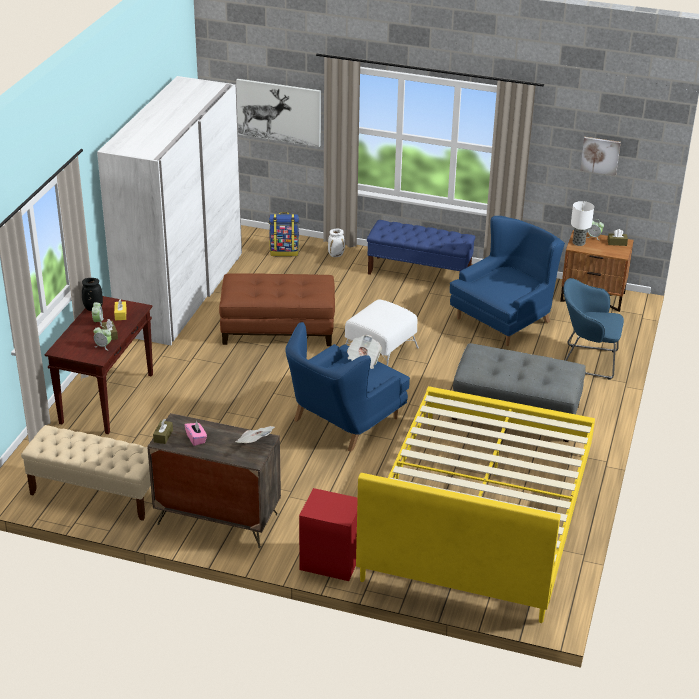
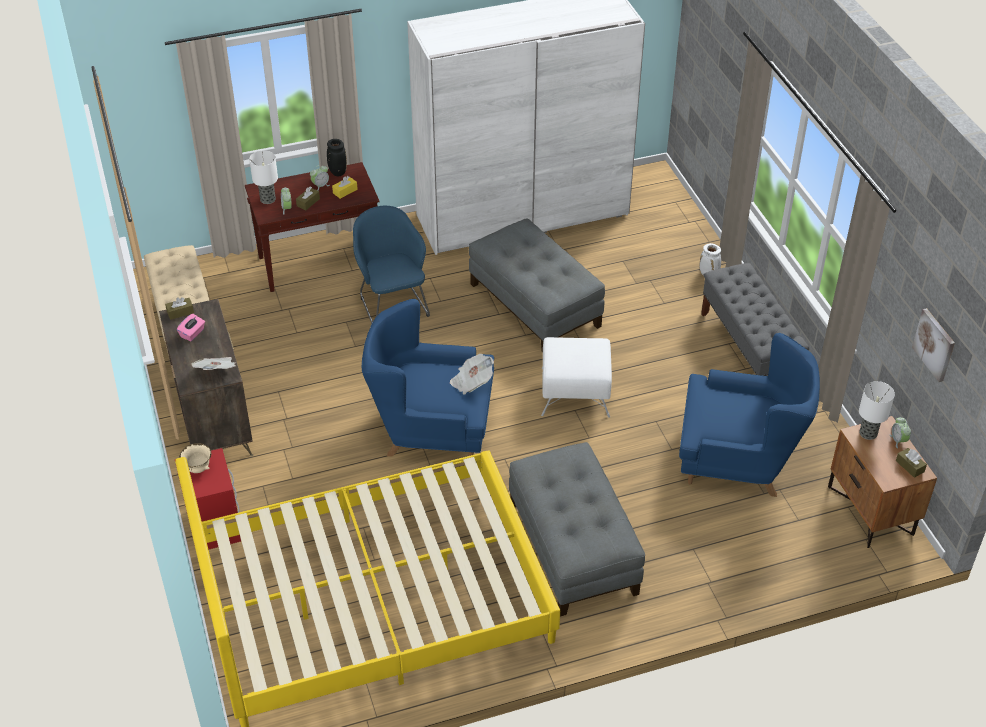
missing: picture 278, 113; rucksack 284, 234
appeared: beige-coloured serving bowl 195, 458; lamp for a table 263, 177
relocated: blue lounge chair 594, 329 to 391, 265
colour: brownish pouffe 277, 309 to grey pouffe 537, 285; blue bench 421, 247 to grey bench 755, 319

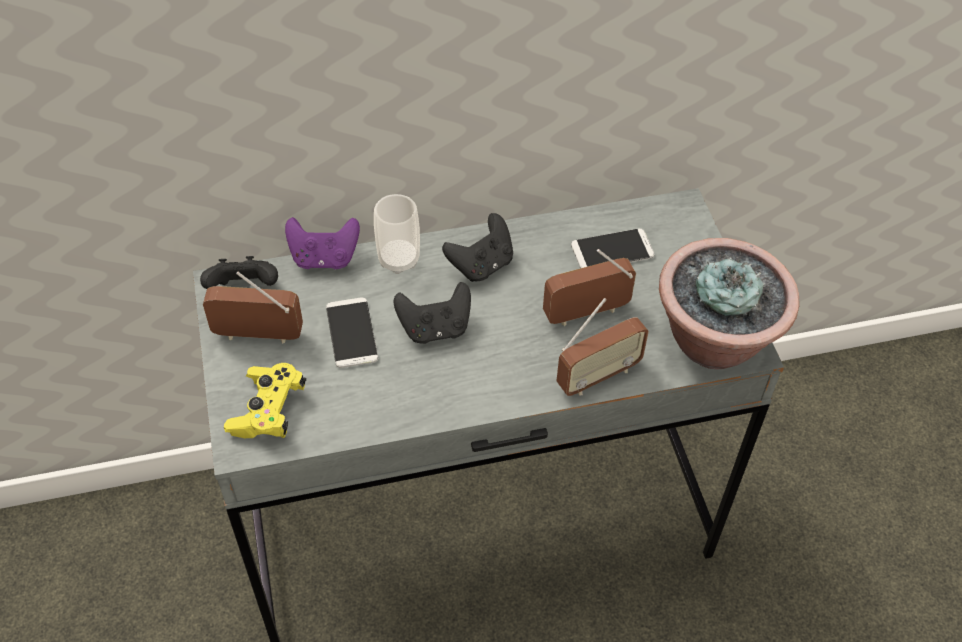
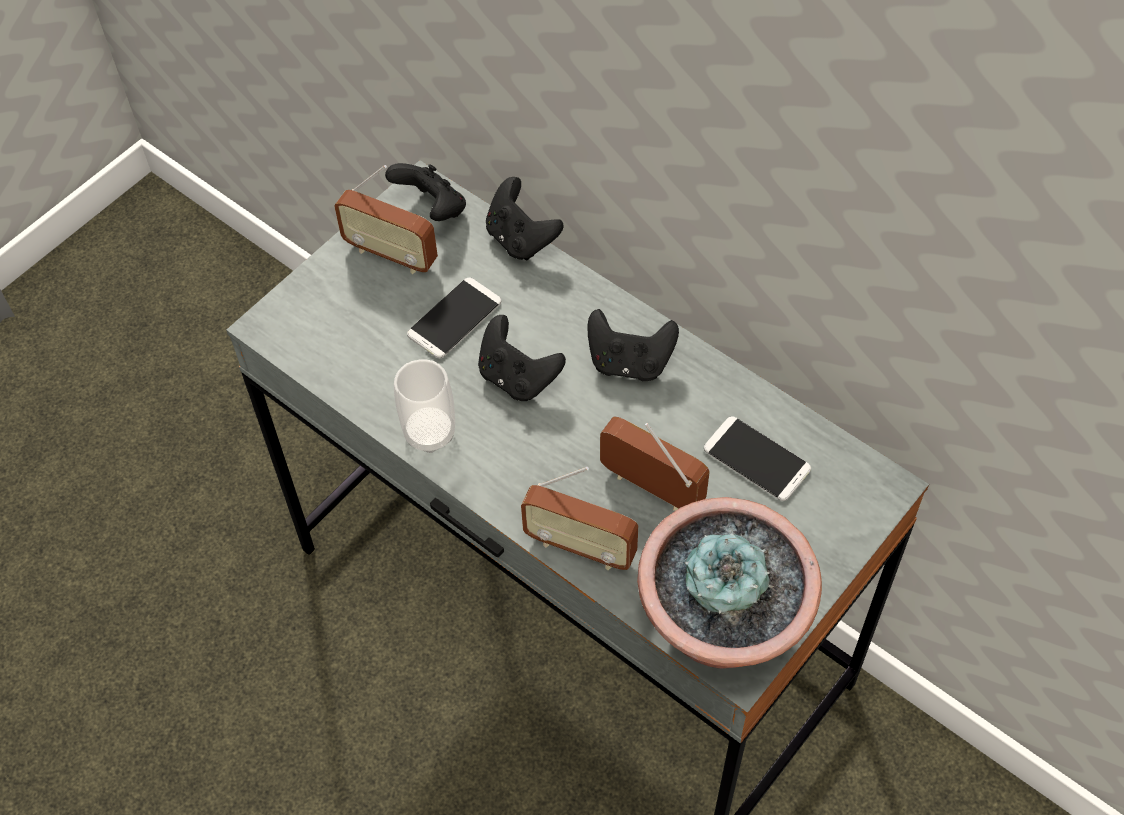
missing: yellow game controller 265, 400
relocated: small cup 397, 234 to 424, 406
colour: purple game controller 322, 243 to black-coloured game controller 524, 218
spun: radio set 253, 308 = 386, 219 150 degrees clockwise

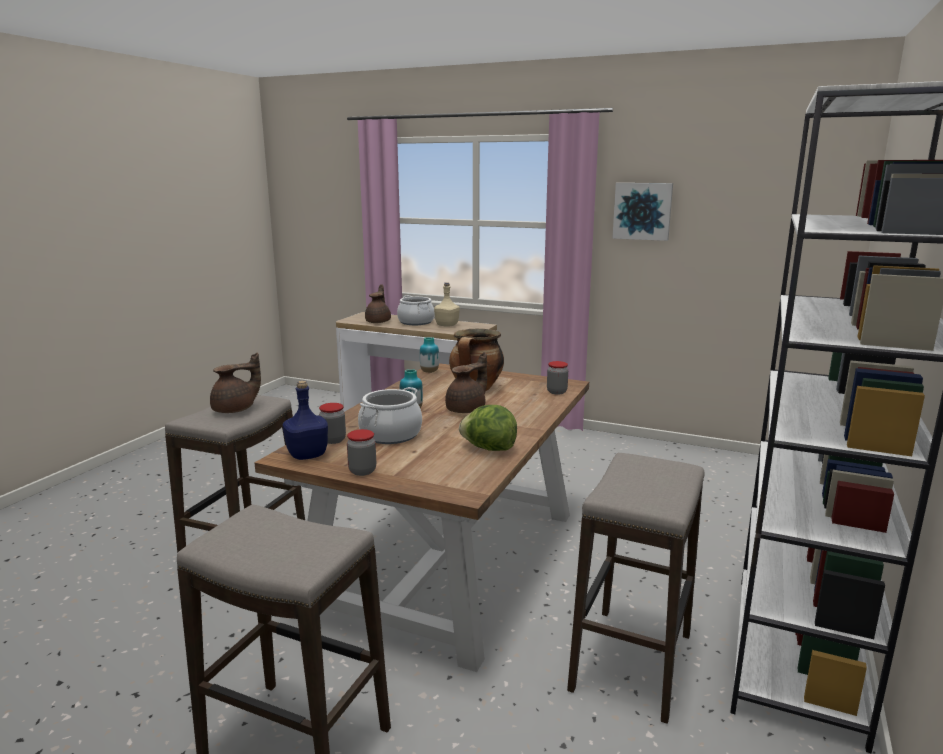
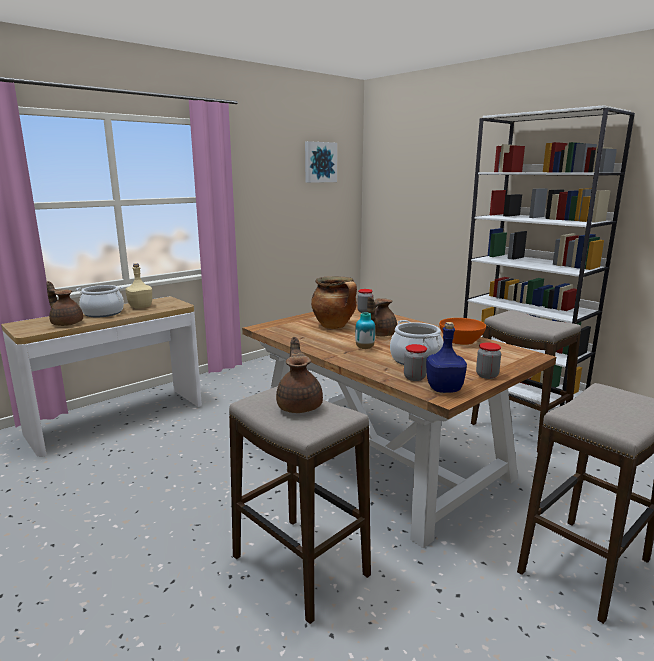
missing: flower vase 429, 355
relocated: picture 642, 212 to 321, 162
exchanged: lettuce 488, 428 to orange-coloured serving bowl 462, 331
spun: brownish teapot 466, 382 = 382, 316 120 degrees counterclockwise

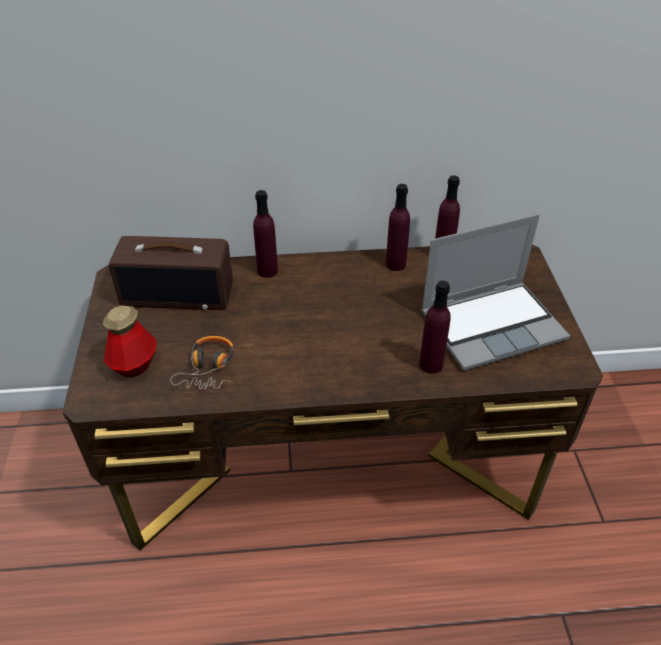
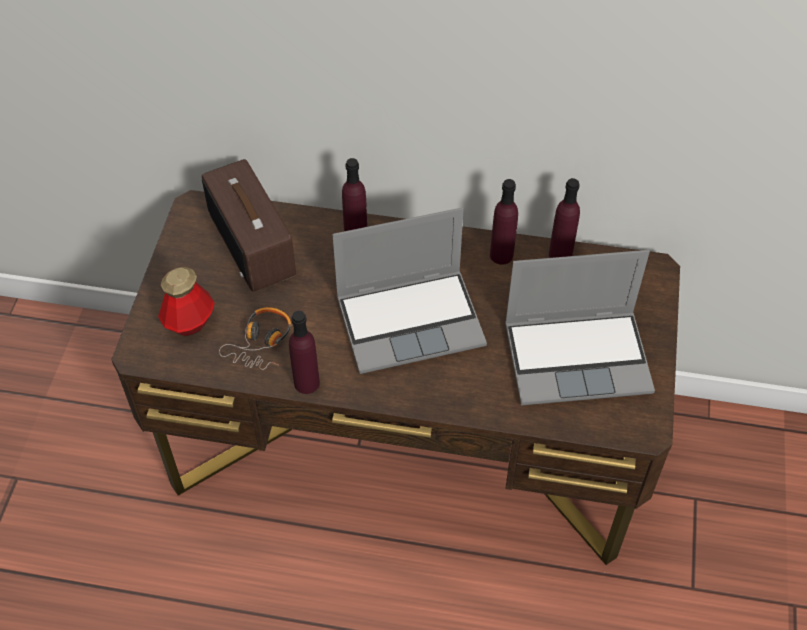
appeared: portable computer 409, 291
relocated: purple bottle 434, 327 to 304, 352
spun: radio set 171, 273 = 249, 225 45 degrees clockwise

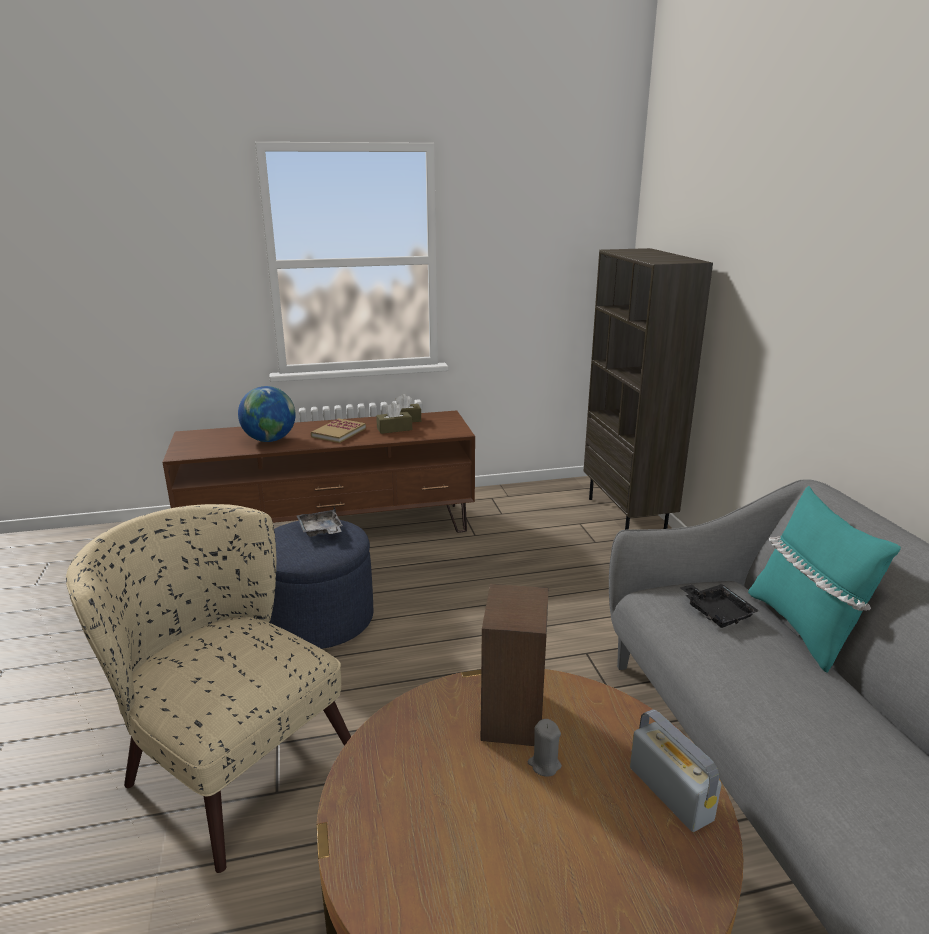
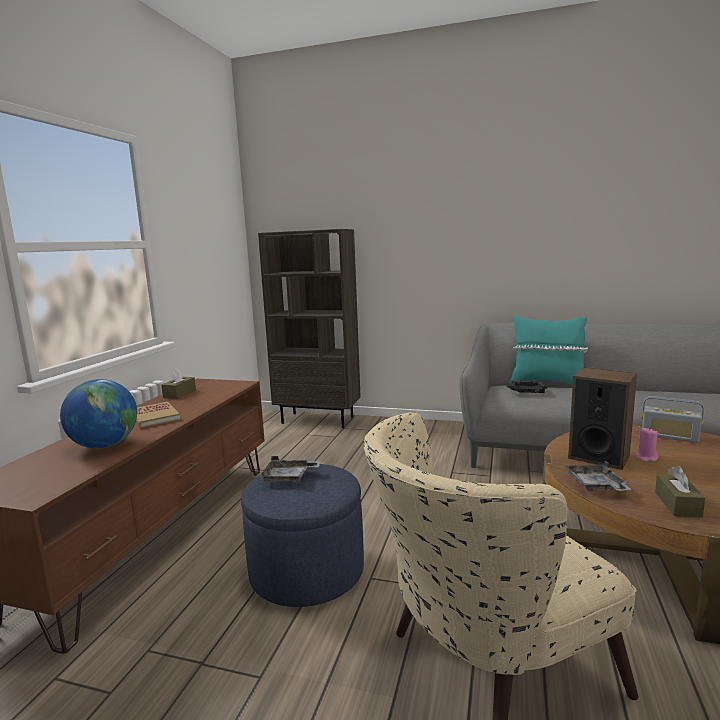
appeared: grey carrying tray 598, 476
relocated: brownish box of tissues 394, 418 to 680, 492
colour: grey wax candle 544, 748 to pink wax candle 647, 444
spun: radio set 676, 770 = 673, 419 150 degrees counterclockwise

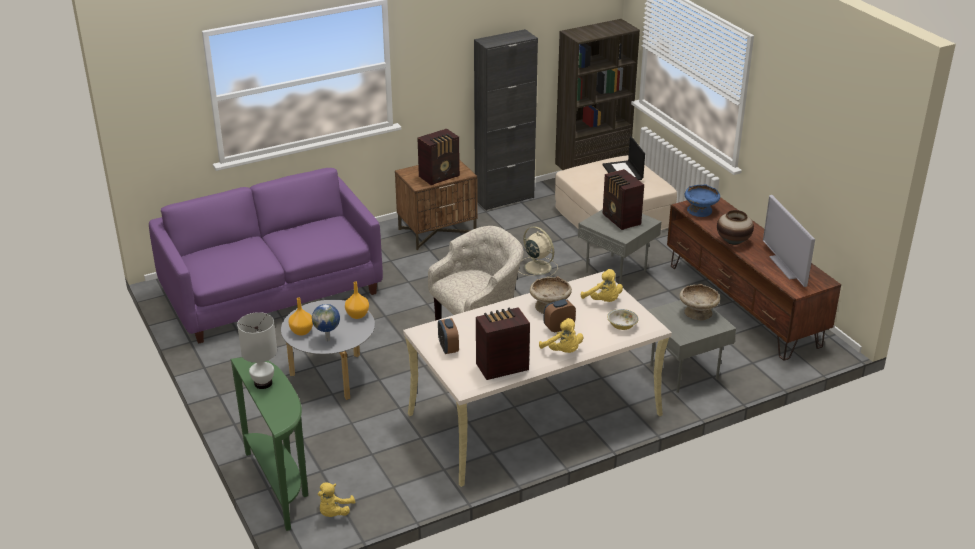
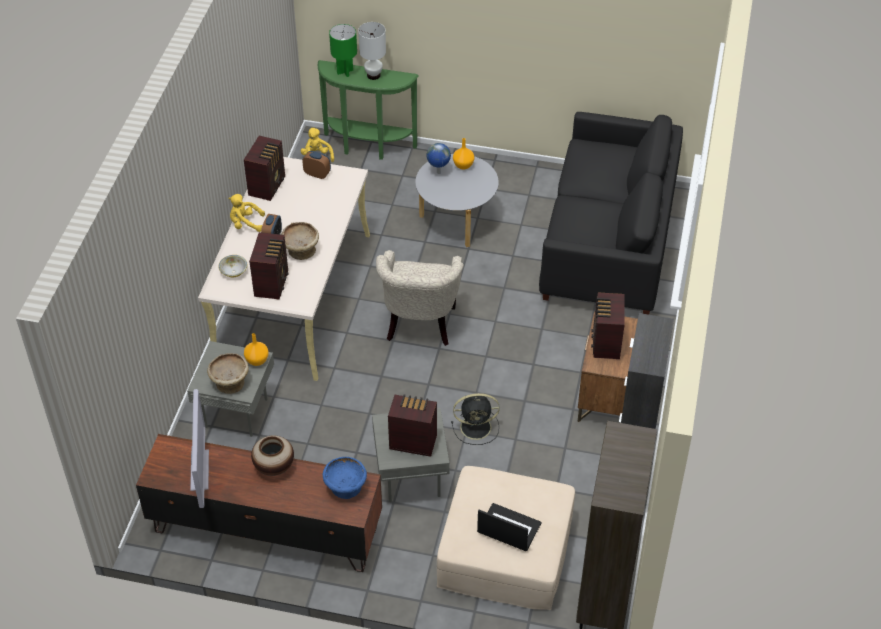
appeared: green-coloured lamp for a table 343, 50
relocated: orange-coloured flower vase 357, 300 to 256, 349
exchanged: yellow plush toy 602, 285 to radio set 269, 266
colour: purple settee 266, 256 to black-coloured settee 611, 213; beige-coloured electric fan 538, 251 to black-coloured electric fan 475, 419
spun: TV set 789, 241 = 199, 448 60 degrees clockwise

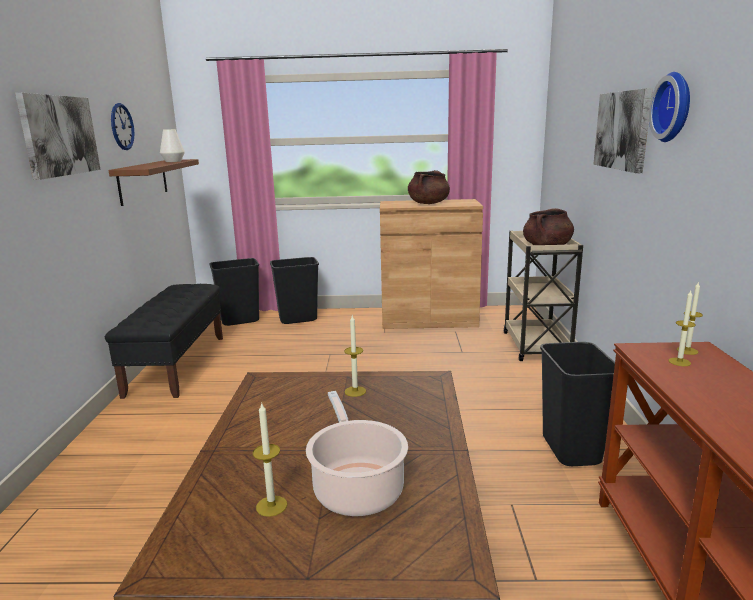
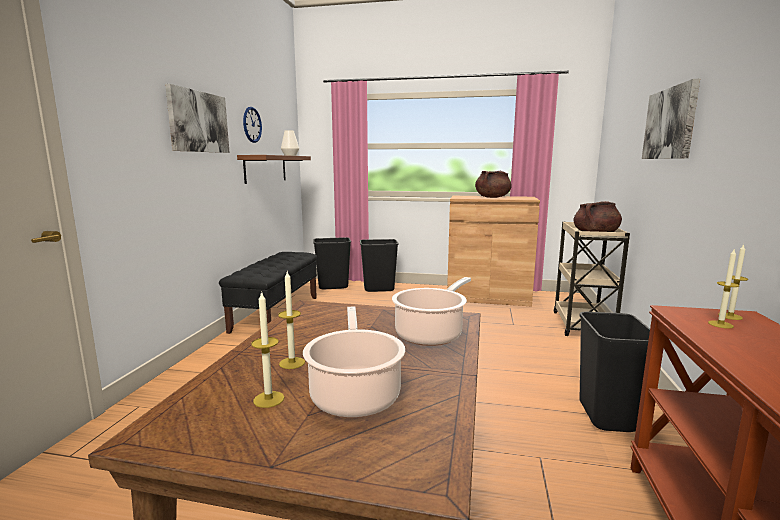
missing: clock on the wall 669, 107
appeared: stockpot 431, 311
relocated: wax candle 355, 356 to 291, 320

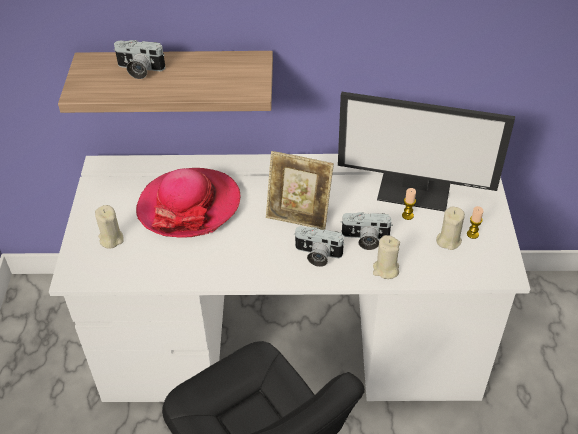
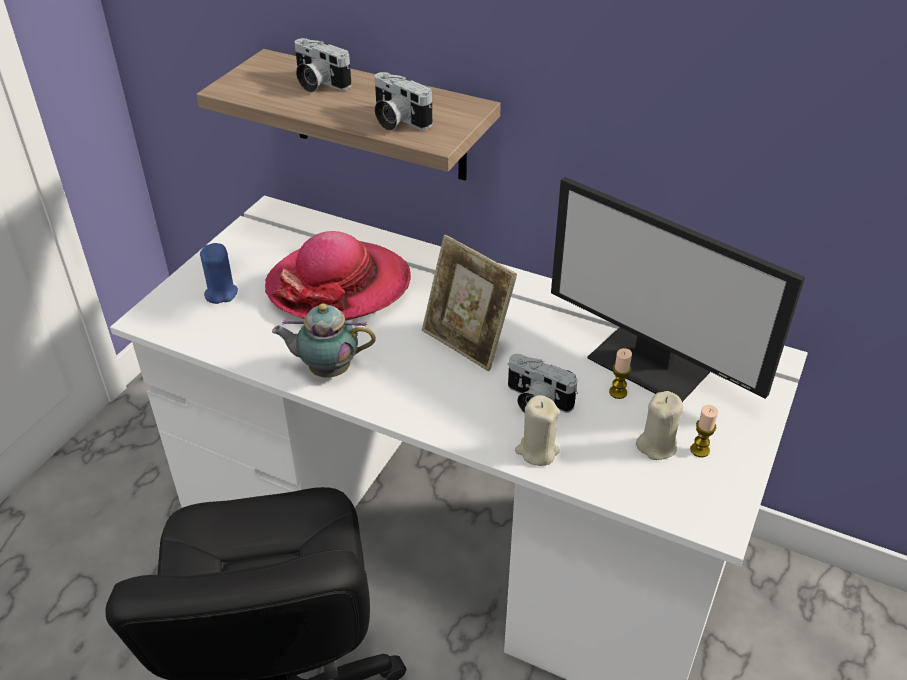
appeared: teapot 324, 340
relocated: still camera 319, 246 to 403, 101
colour: beige-coloured wax candle 109, 227 to blue wax candle 219, 273

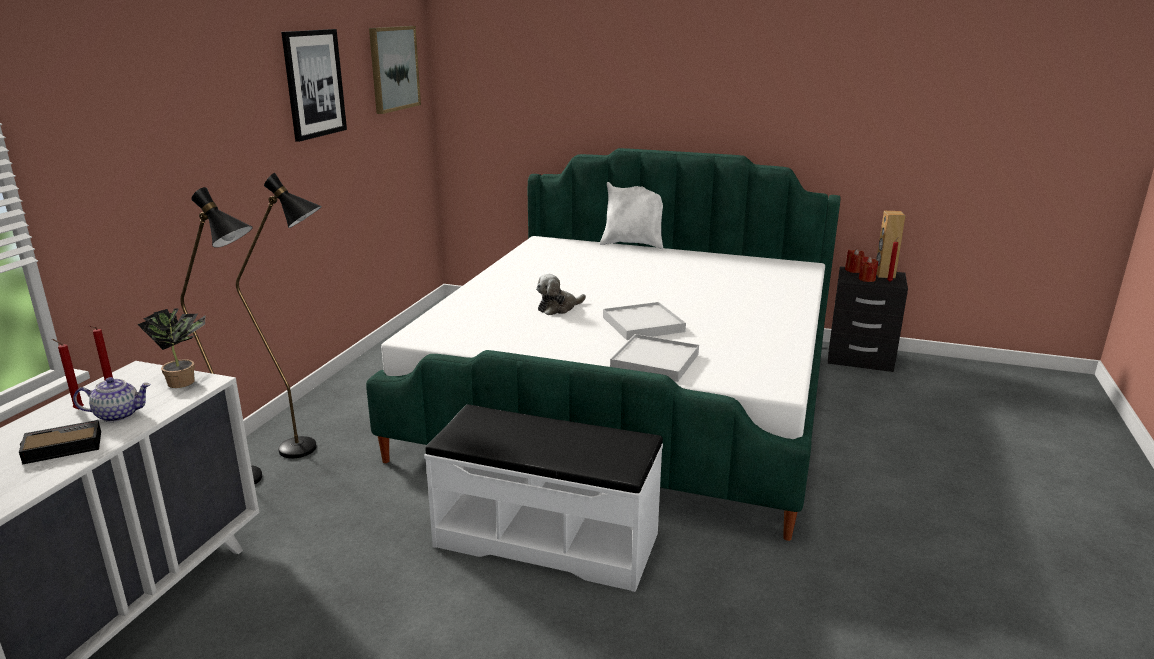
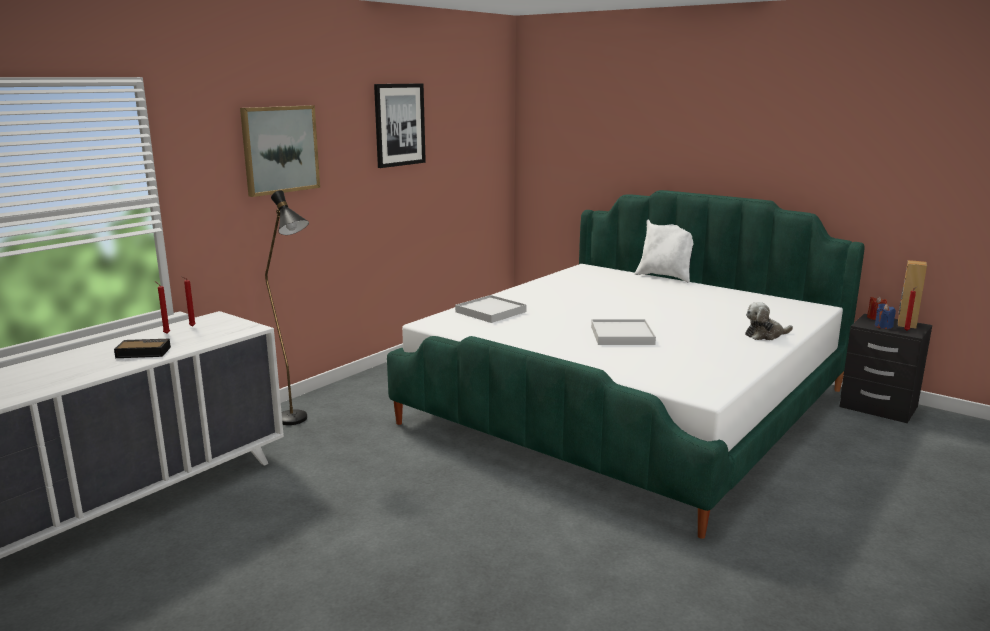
missing: teapot 112, 399; houseplant 171, 348; black-coloured standard lamp 279, 316; whitish bench 543, 498
relocated: picture 395, 70 to 280, 151; plush toy 561, 294 to 769, 321; whitish carrying tray 654, 358 to 491, 309
colour: reddish wax candle 868, 269 to blue wax candle 885, 316

